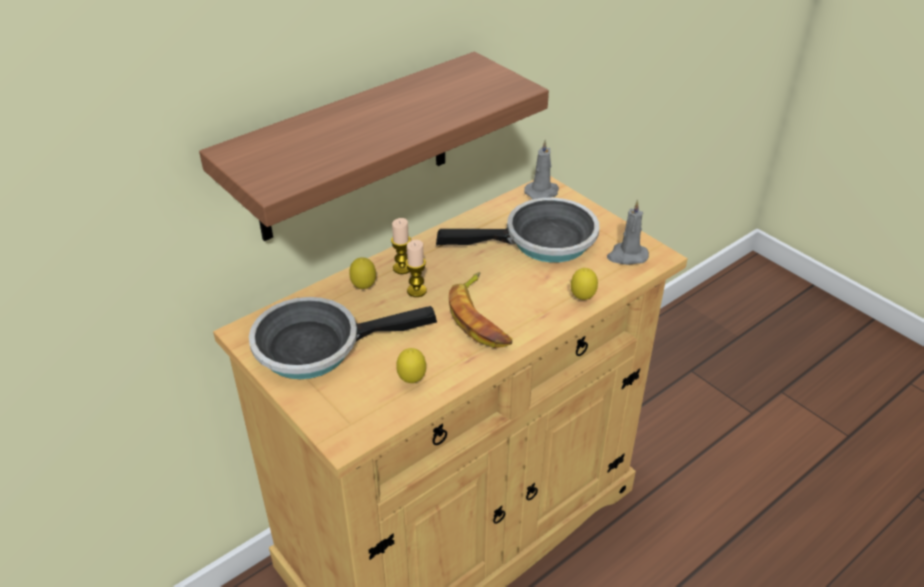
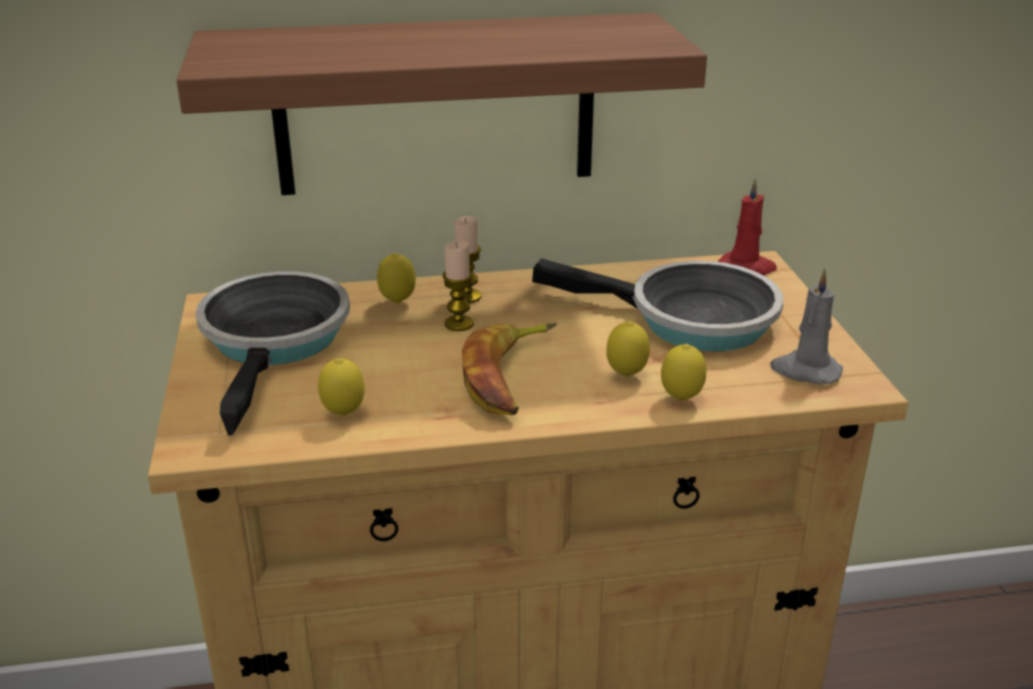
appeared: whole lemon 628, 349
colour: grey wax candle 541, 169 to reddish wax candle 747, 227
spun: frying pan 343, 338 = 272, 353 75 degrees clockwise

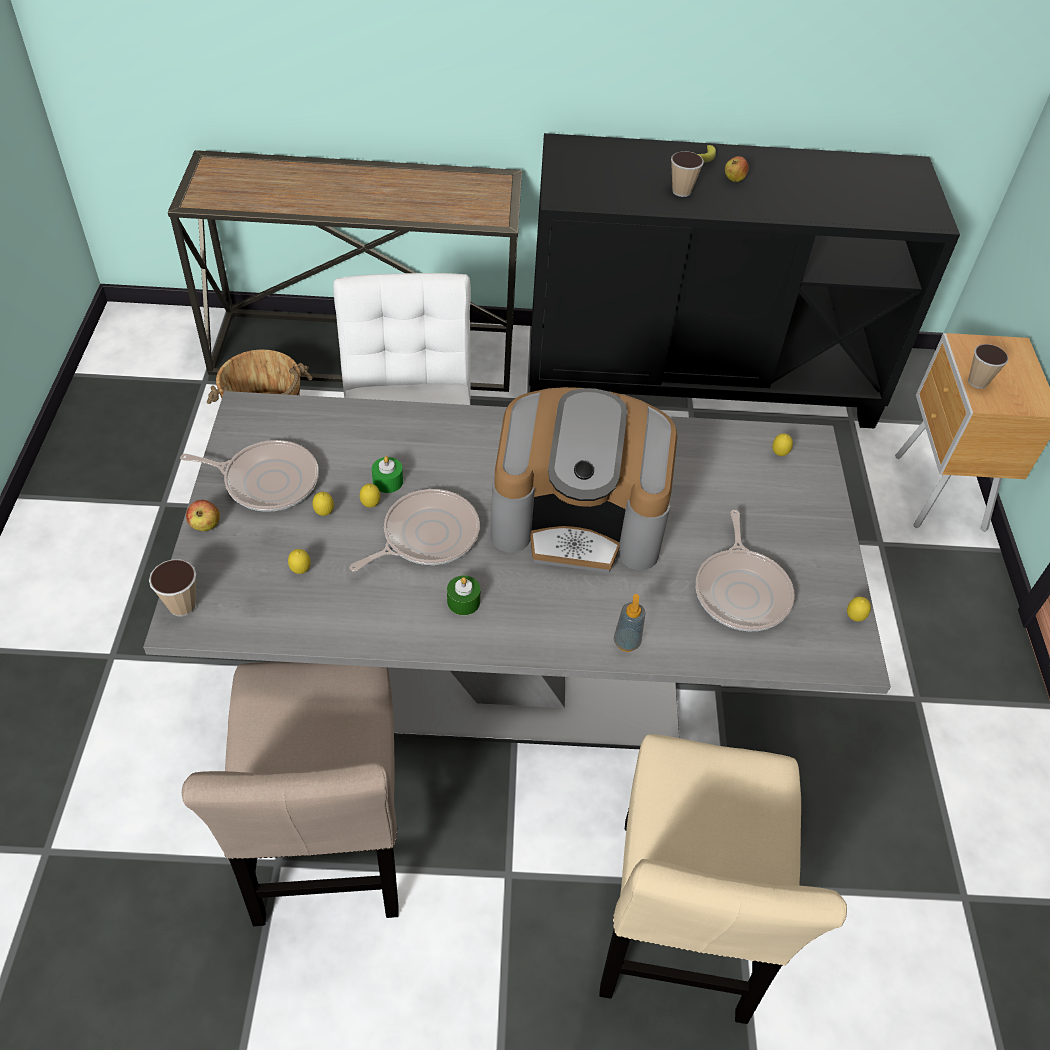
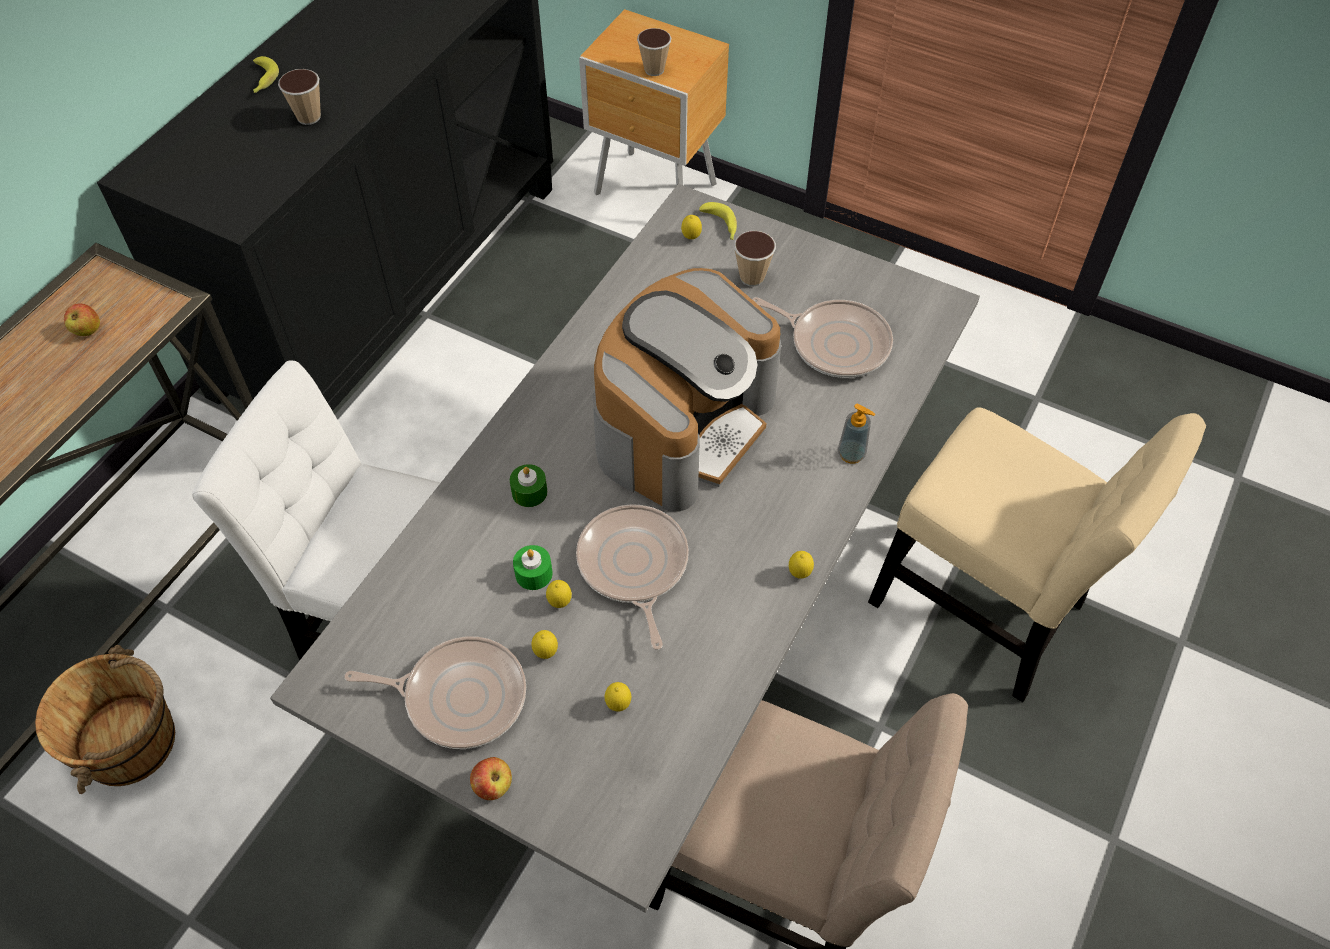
appeared: banana fruit 718, 221
relocated: small cup 172, 587 to 755, 258; green-coloured wax candle 463, 595 to 529, 485; whole apple 737, 169 to 82, 319; whole lemon 859, 609 to 801, 565
spun: frying pan 249, 476 = 435, 692 60 degrees clockwise

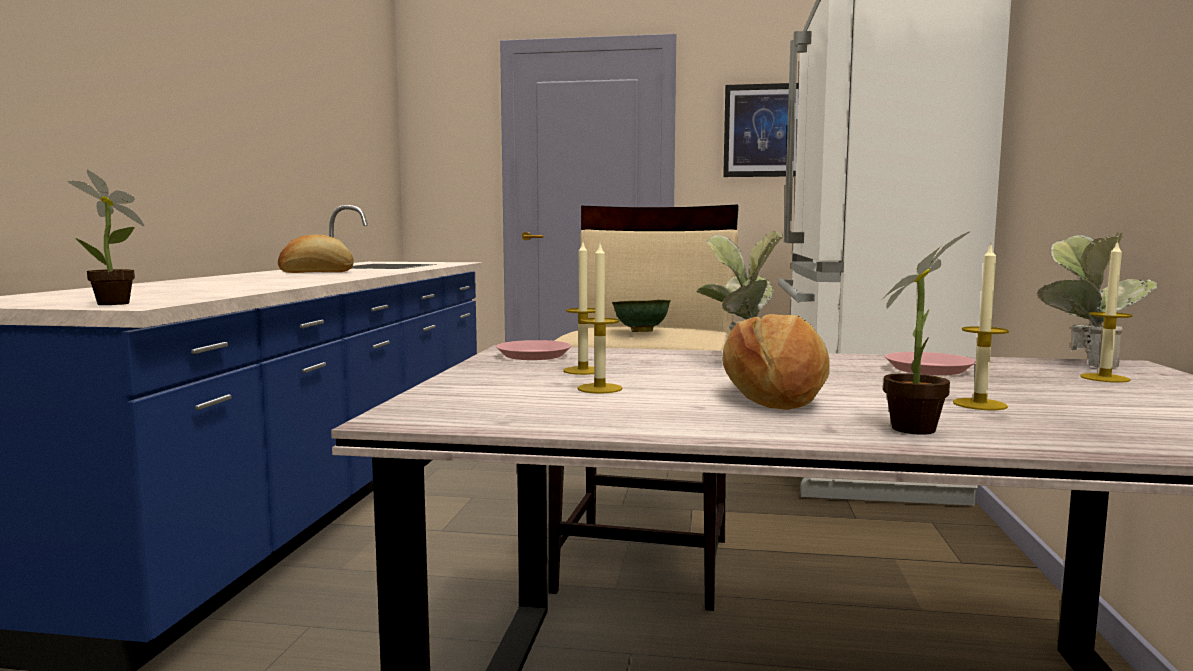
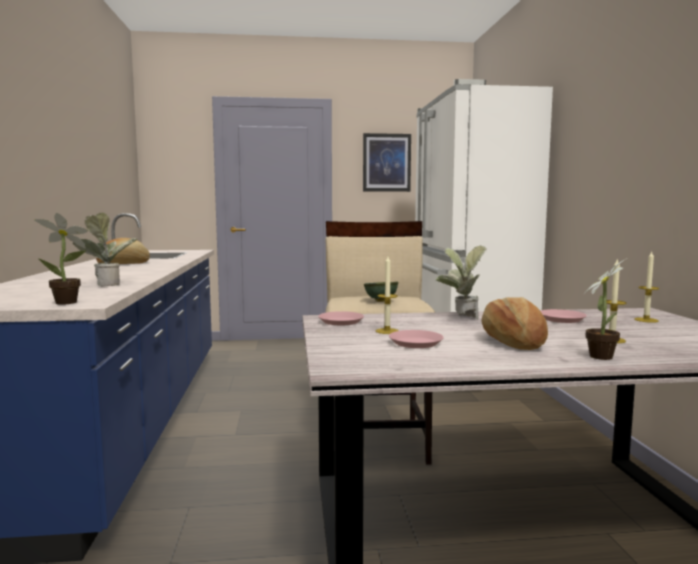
relocated: houseplant 1097, 299 to 105, 250
exchanged: wax candle 600, 319 to pink dinner plate 416, 339

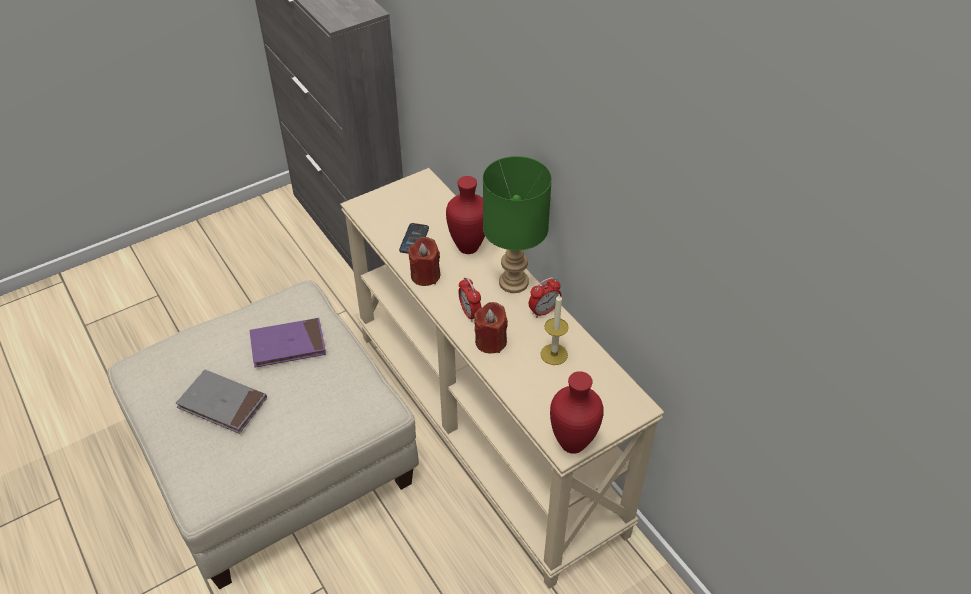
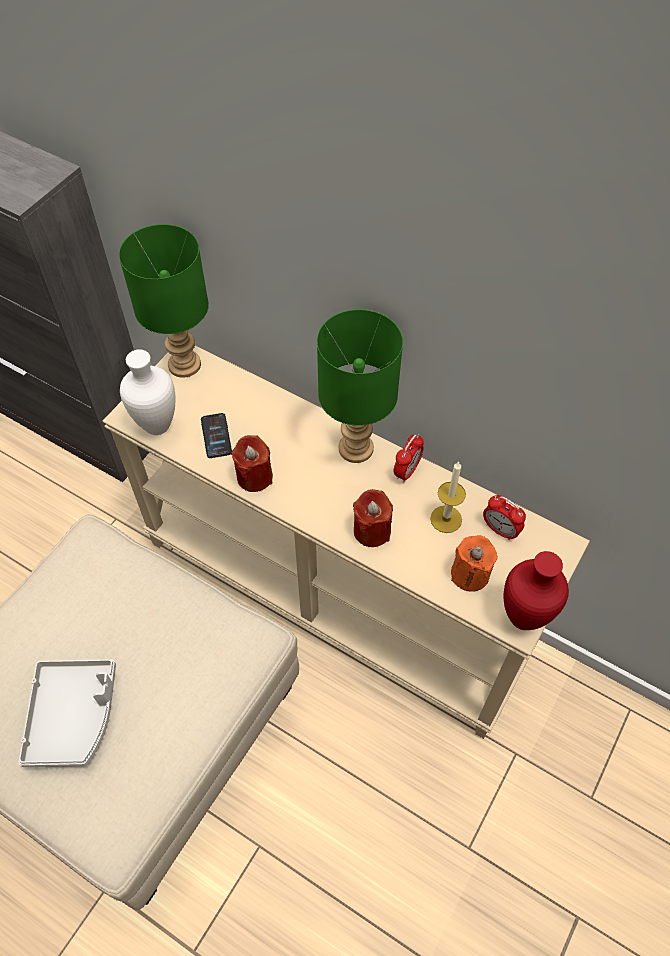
missing: purple book 287, 343; reddish flower vase 465, 215
appeared: green-coloured lamp for a table 164, 301; whitish flower vase 148, 392; orange-coloured wax candle 474, 563
relocated: alarm clock 470, 299 to 504, 517
exchanged: grey book 221, 402 to grey carrying tray 67, 713

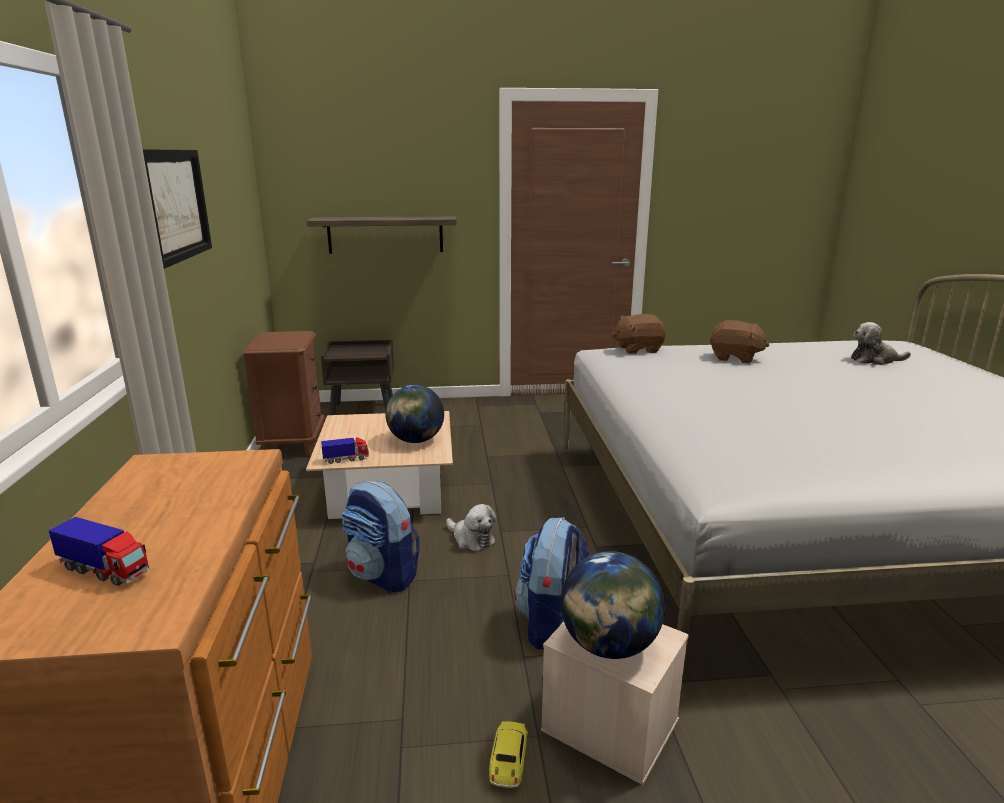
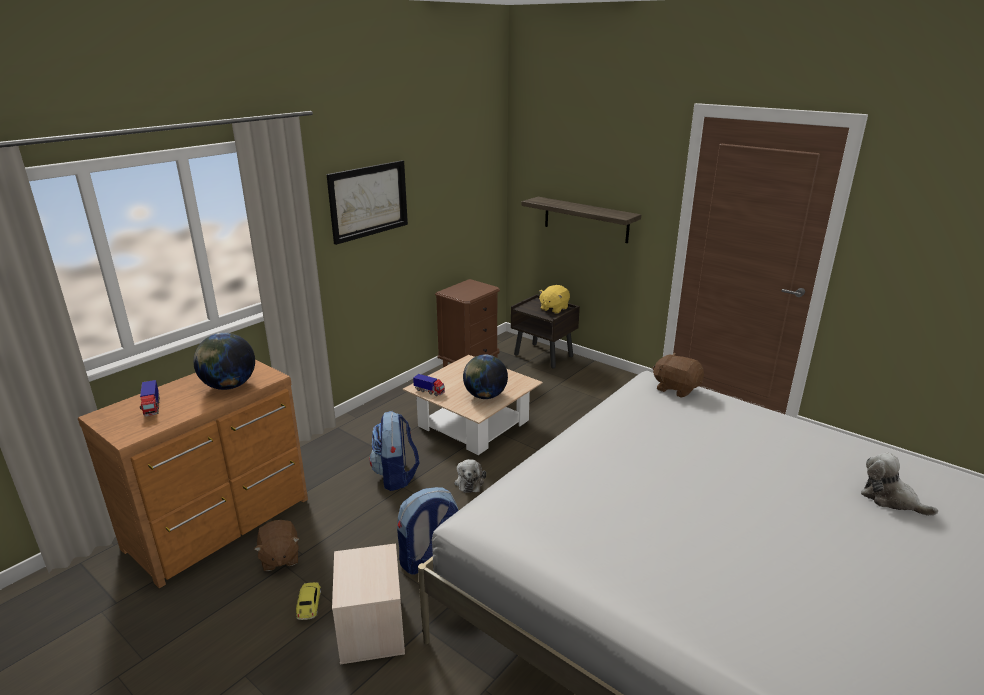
appeared: yellow plush toy 554, 299
relocated: desk globe 613, 605 to 224, 361; brownish plush toy 739, 342 to 276, 545
spun: model car 508, 754 = 308, 601 60 degrees counterclockwise

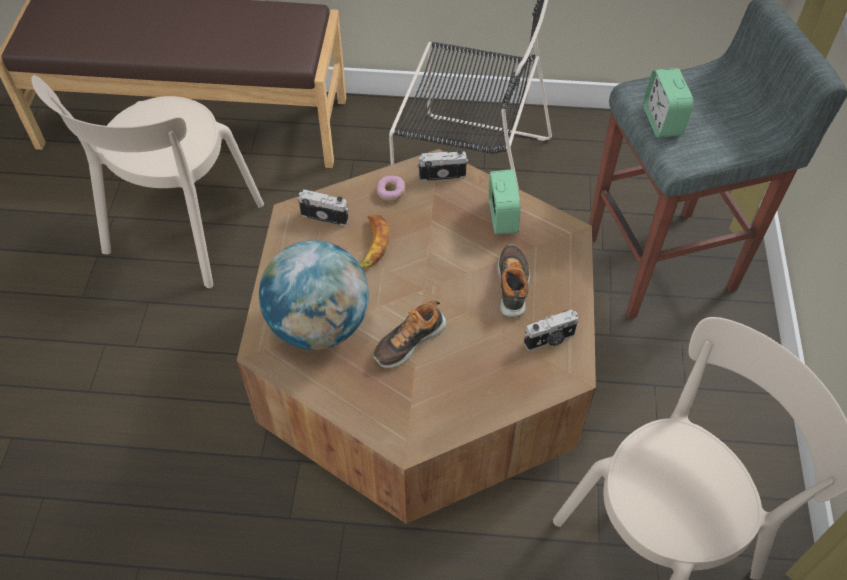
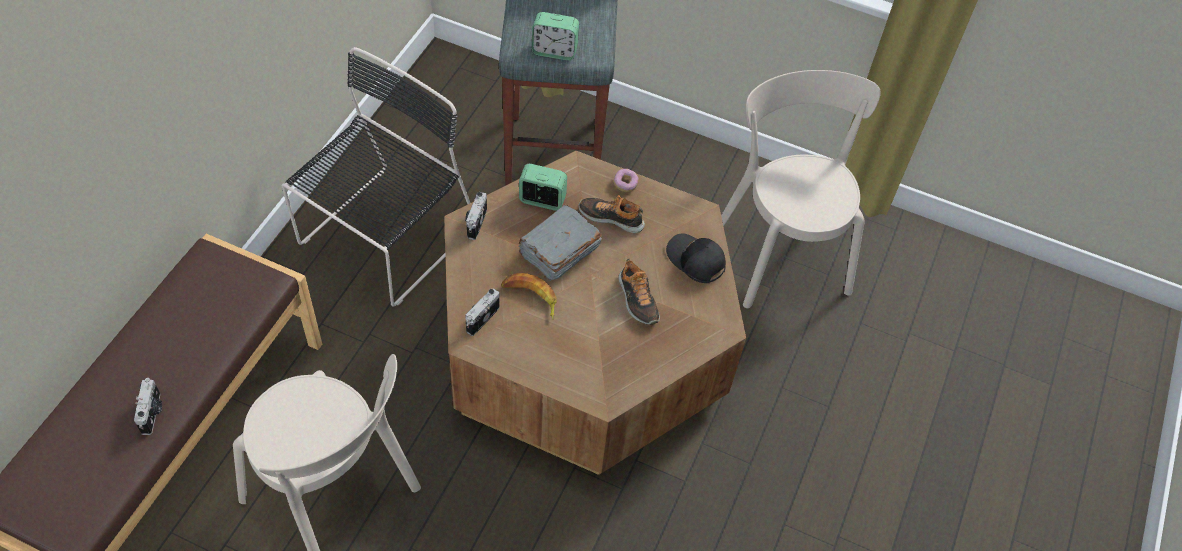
missing: desk globe 314, 295
appeared: grey book 560, 242; black-coloured baseball cap 696, 258
relocated: donut 391, 189 to 626, 180; still camera 551, 330 to 148, 406

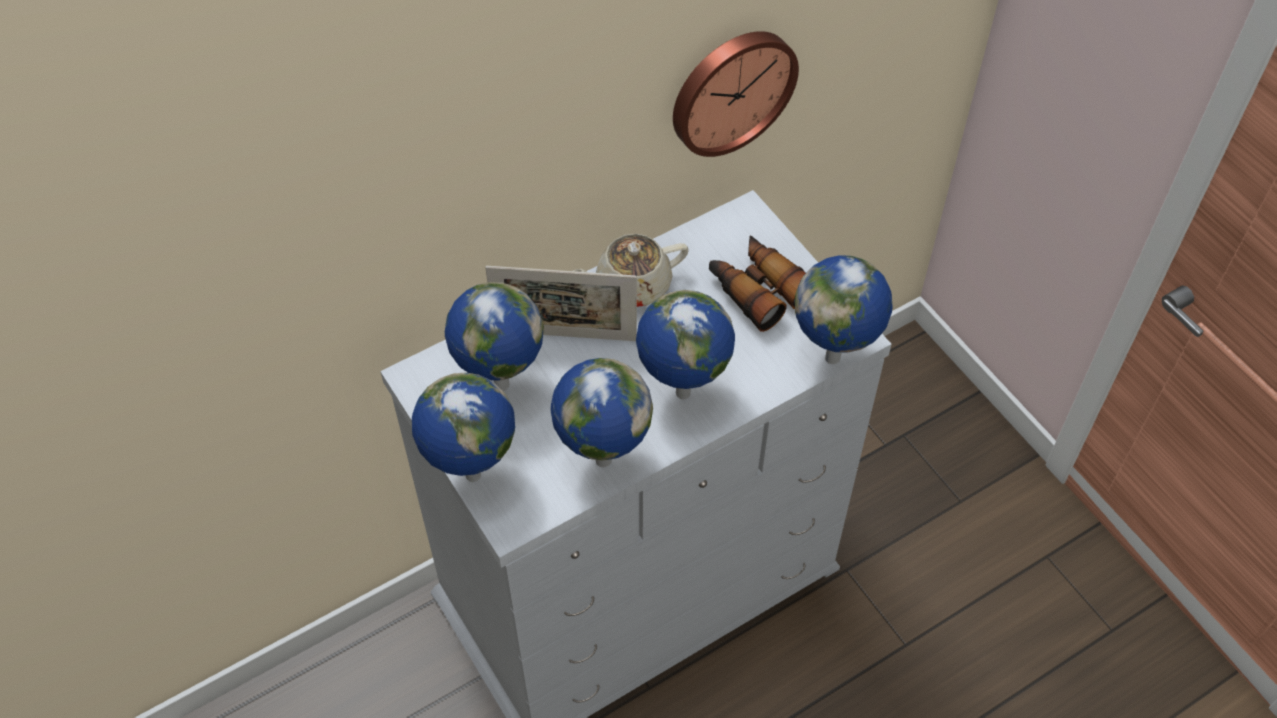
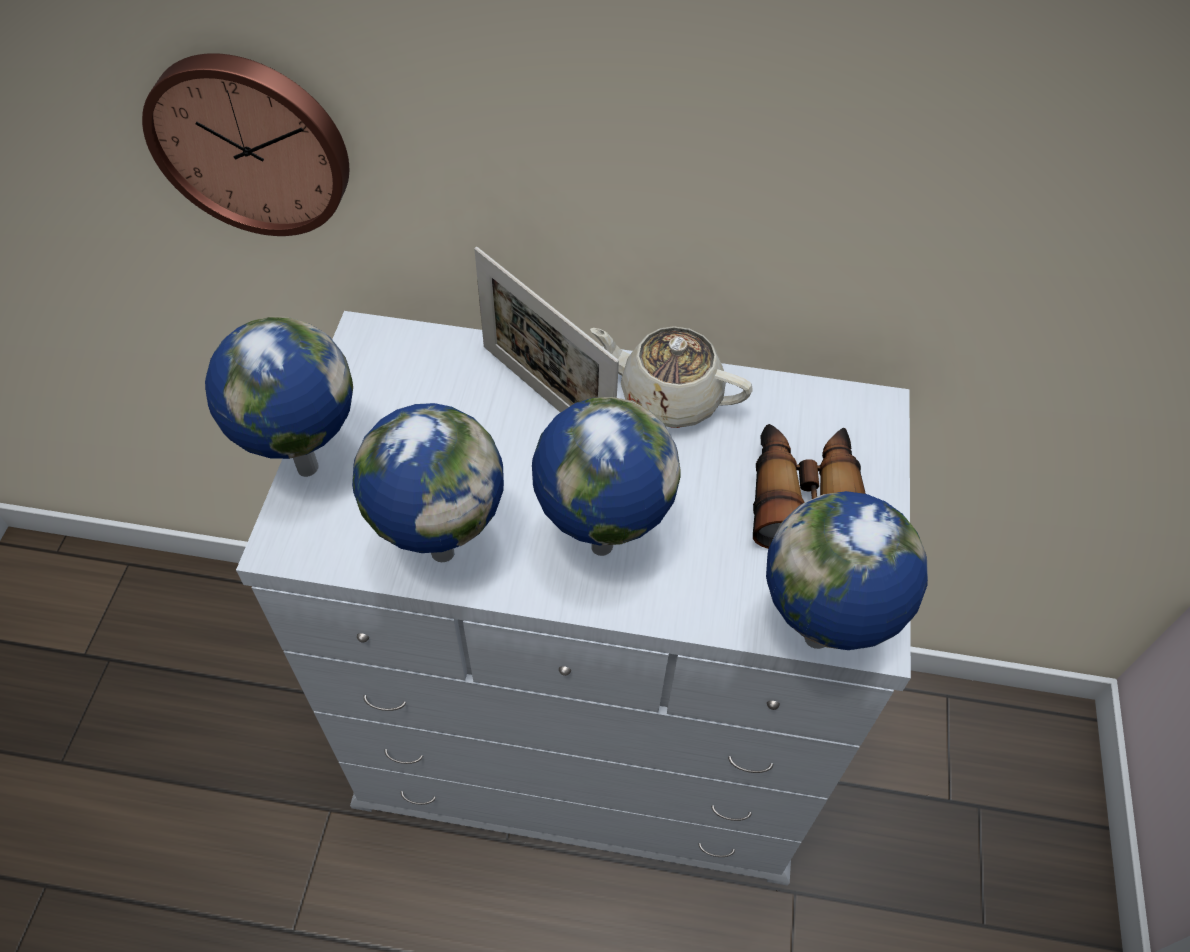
missing: desk globe 494, 336
relocated: clock on the wall 736, 94 to 245, 144

